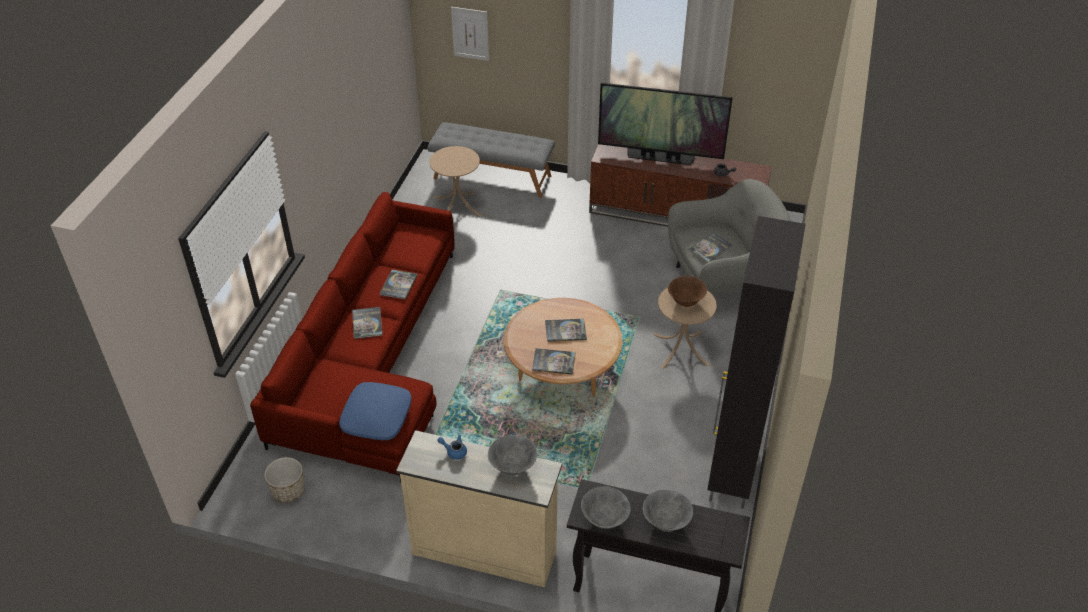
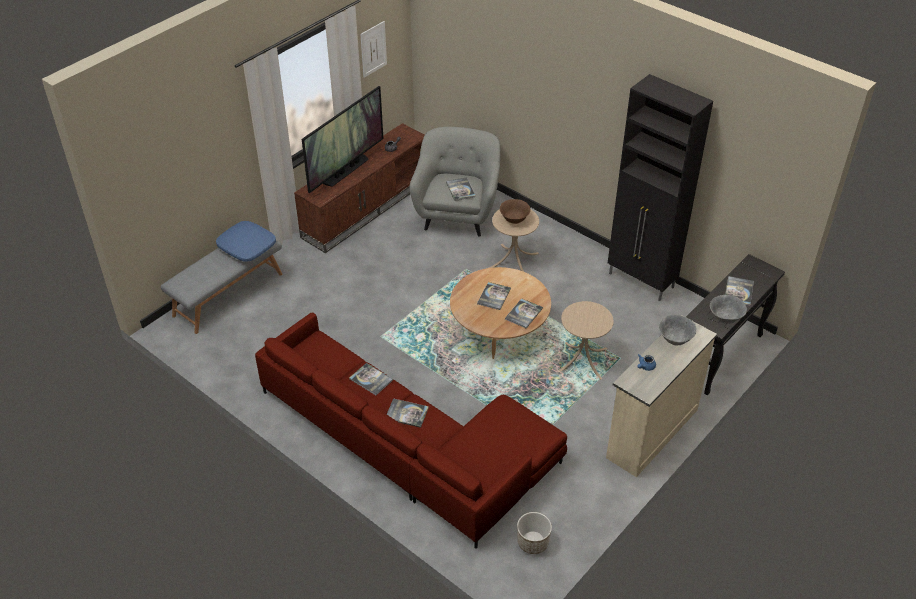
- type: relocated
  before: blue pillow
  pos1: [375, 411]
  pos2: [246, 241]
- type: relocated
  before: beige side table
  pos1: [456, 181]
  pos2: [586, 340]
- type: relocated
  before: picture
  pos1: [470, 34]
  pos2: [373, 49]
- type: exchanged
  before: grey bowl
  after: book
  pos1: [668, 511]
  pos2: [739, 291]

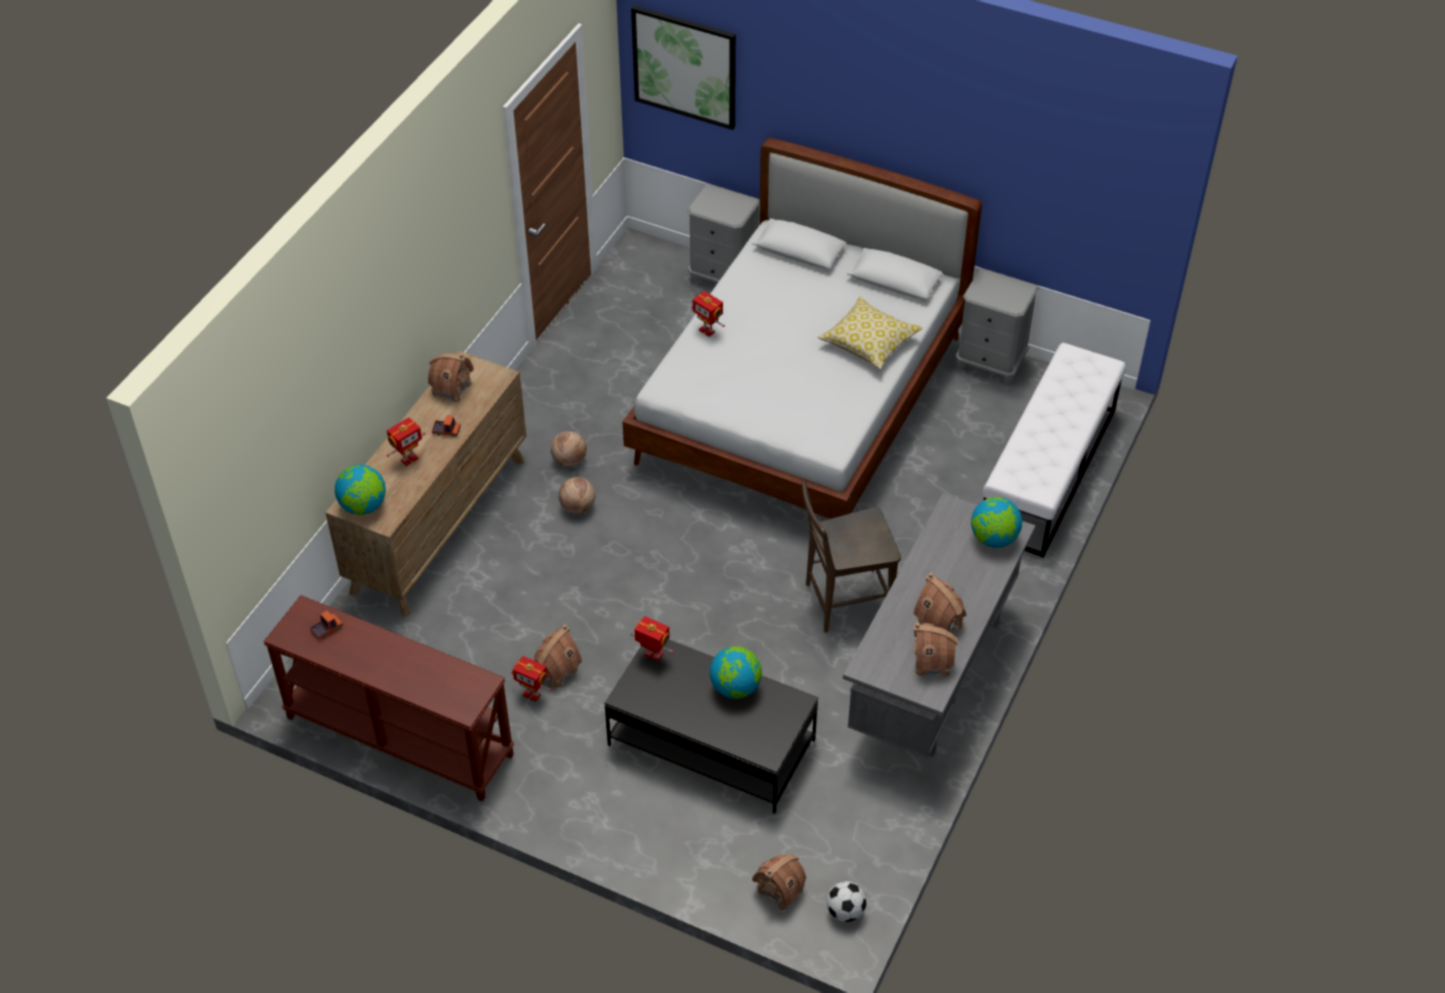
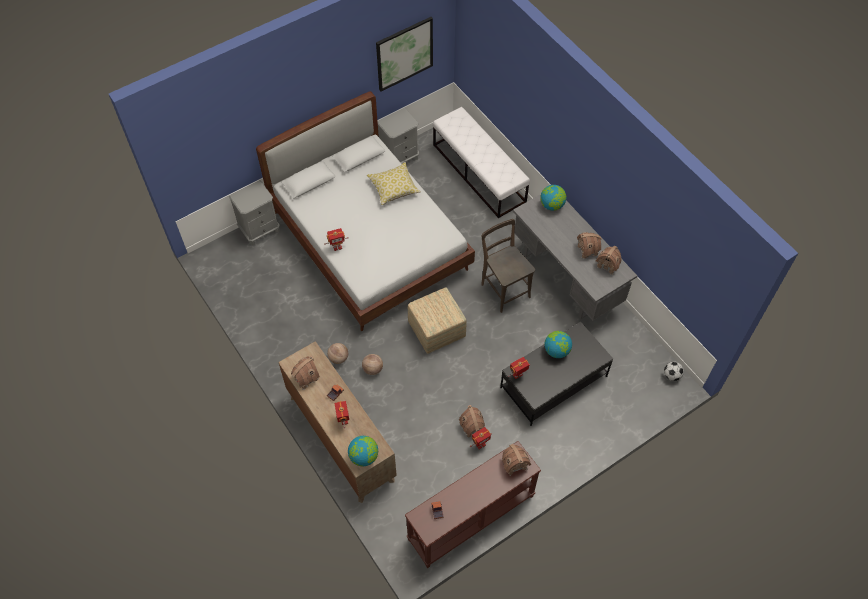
- type: appeared
  after: ottoman
  pos2: [437, 321]
- type: relocated
  before: picture
  pos1: [683, 67]
  pos2: [404, 54]
- type: relocated
  before: toy house
  pos1: [779, 883]
  pos2: [516, 460]
- type: spun
  before: brown chair
  pos1: [851, 557]
  pos2: [508, 266]
  turn: 135

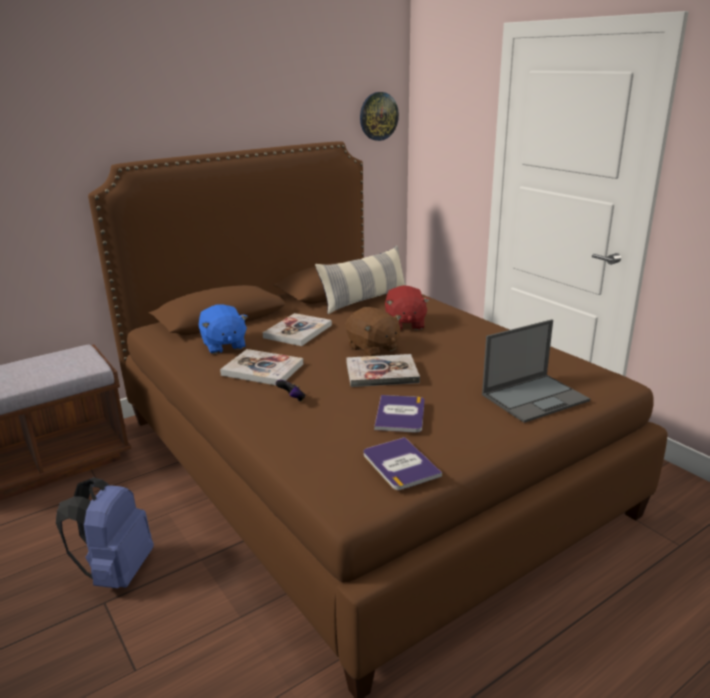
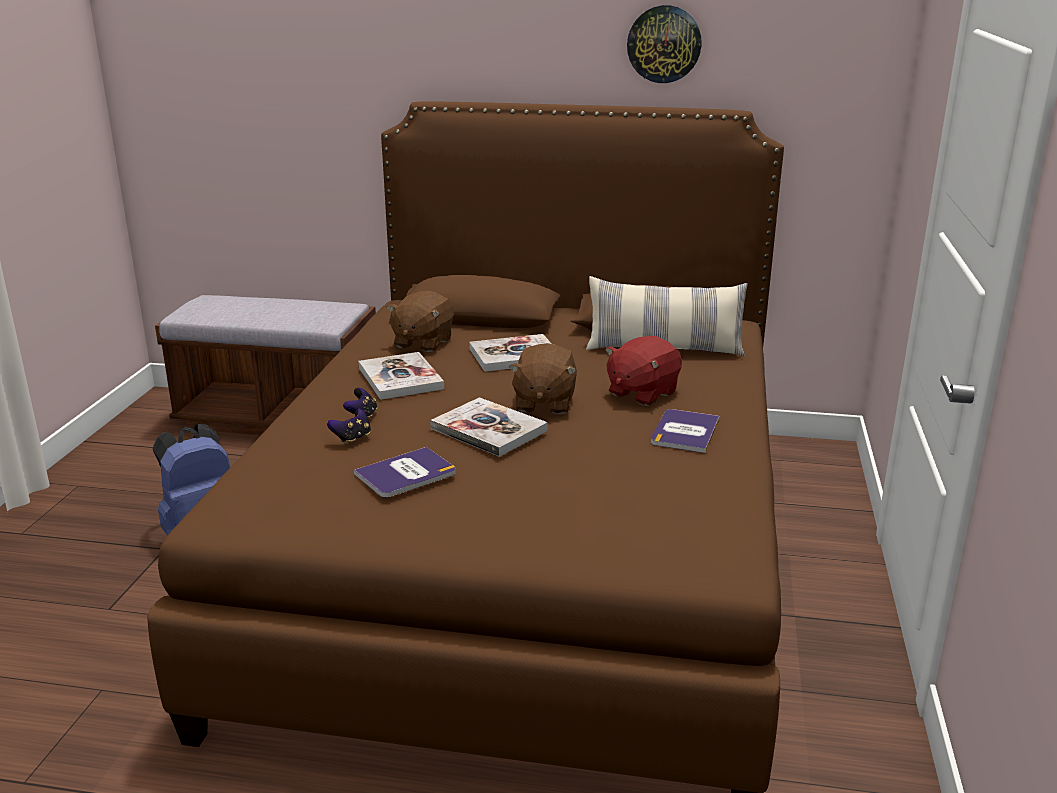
- type: missing
  before: laptop
  pos1: [536, 371]
- type: appeared
  after: game controller
  pos2: [349, 427]
- type: relocated
  before: wall clock
  pos1: [379, 116]
  pos2: [664, 44]
- type: relocated
  before: book
  pos1: [403, 463]
  pos2: [685, 431]
- type: colour
  before: blue plush toy
  after: brown plush toy
  pos1: [223, 329]
  pos2: [420, 321]

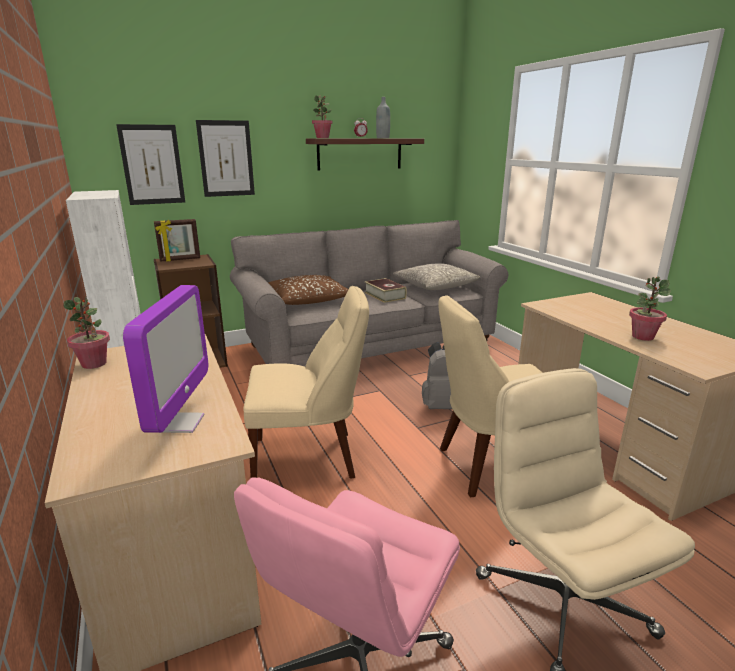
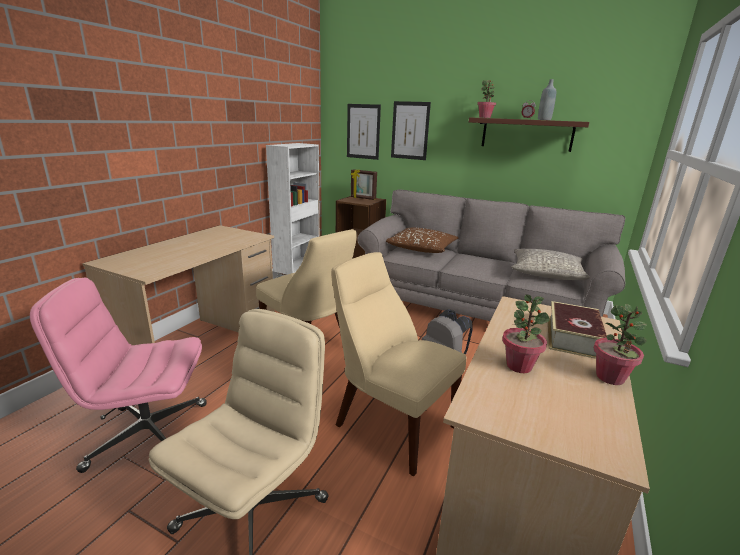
- type: missing
  before: monitor
  pos1: [165, 359]
- type: relocated
  before: potted plant
  pos1: [87, 333]
  pos2: [620, 344]
- type: relocated
  before: book
  pos1: [386, 290]
  pos2: [577, 330]

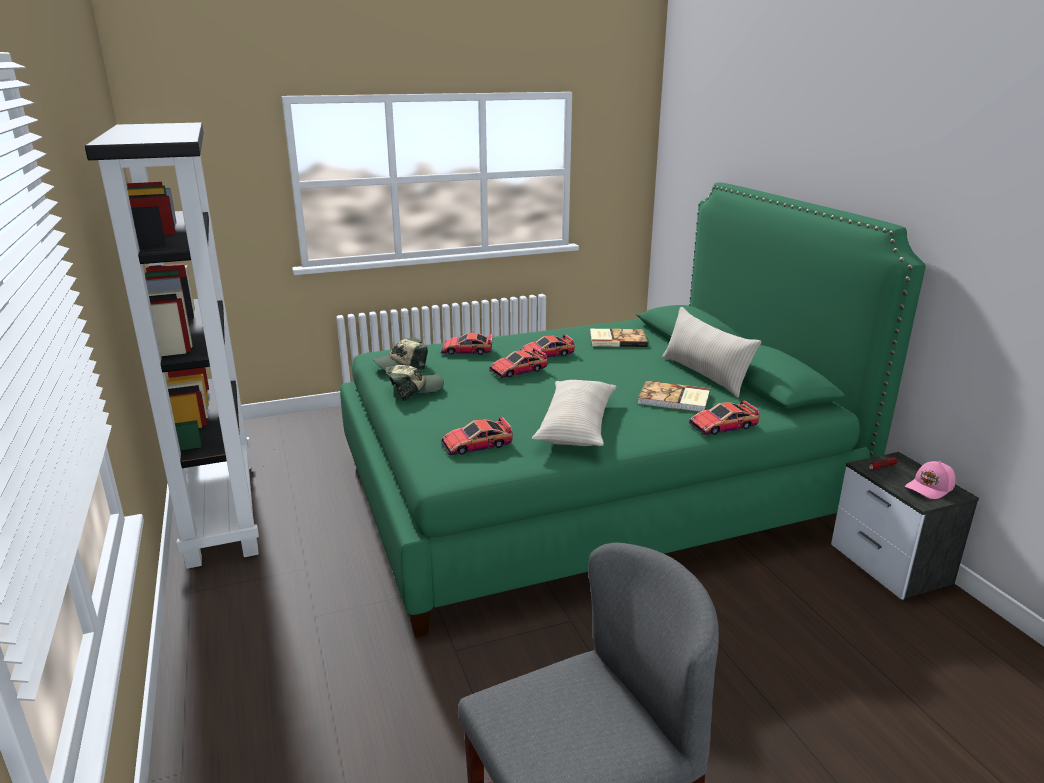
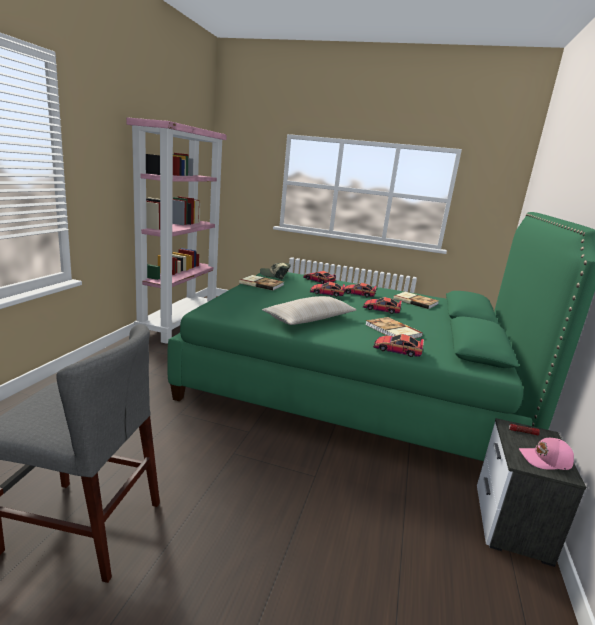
- type: missing
  before: beige pillow
  pos1: [711, 352]
- type: relocated
  before: toy car
  pos1: [477, 436]
  pos2: [382, 305]
- type: exchanged
  before: cap
  after: book
  pos1: [414, 383]
  pos2: [261, 283]
- type: colour
  before: black bookcase
  after: pink bookcase
  pos1: [172, 345]
  pos2: [176, 230]

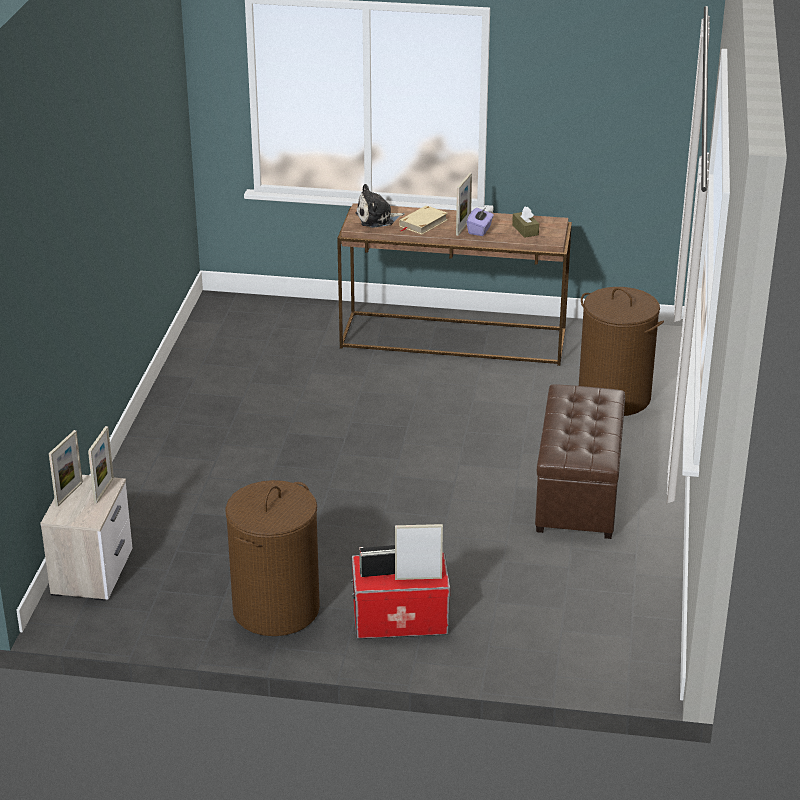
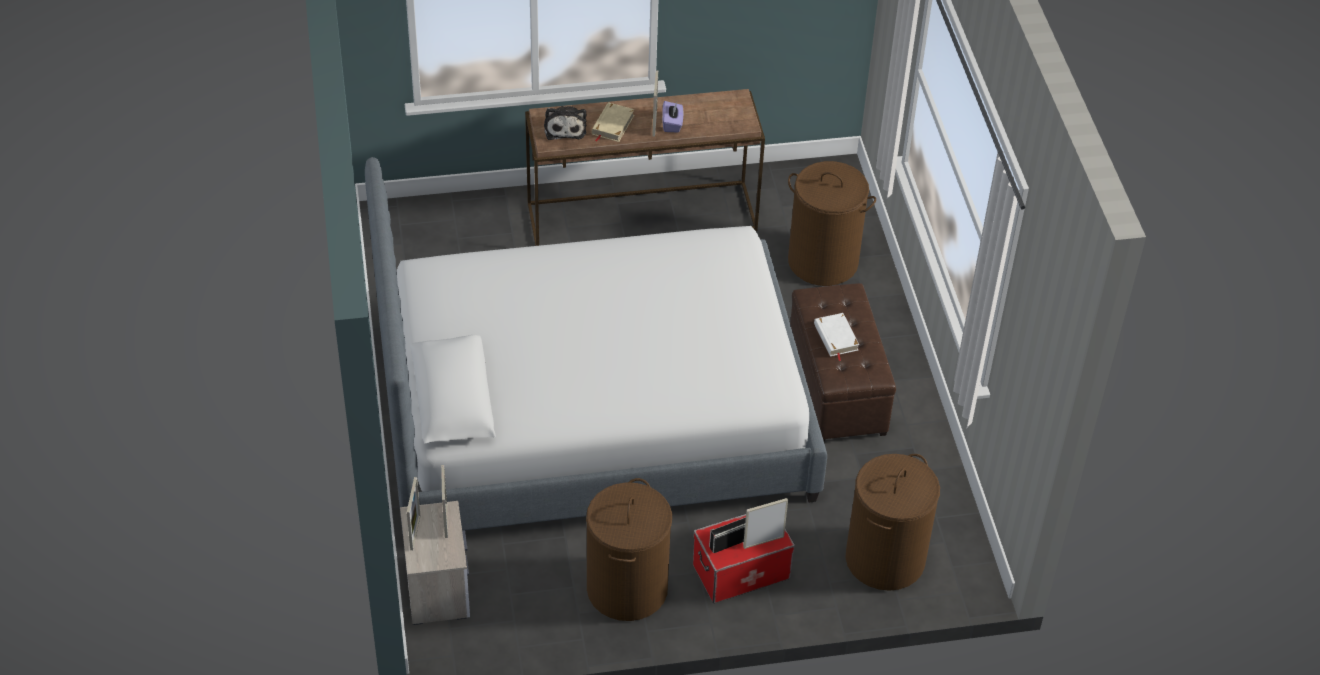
- type: missing
  before: brown tissue box
  pos1: [525, 222]
- type: appeared
  after: bed
  pos2: [596, 345]
- type: appeared
  after: white book
  pos2: [836, 337]
- type: appeared
  after: brown laundry basket
  pos2: [893, 522]
- type: spun
  before: plush toy
  pos1: [380, 206]
  pos2: [565, 123]
  turn: -60

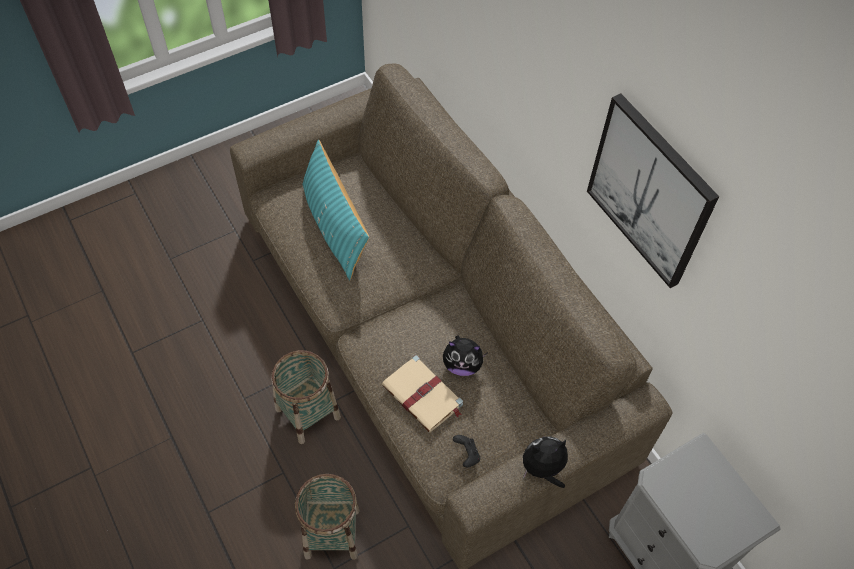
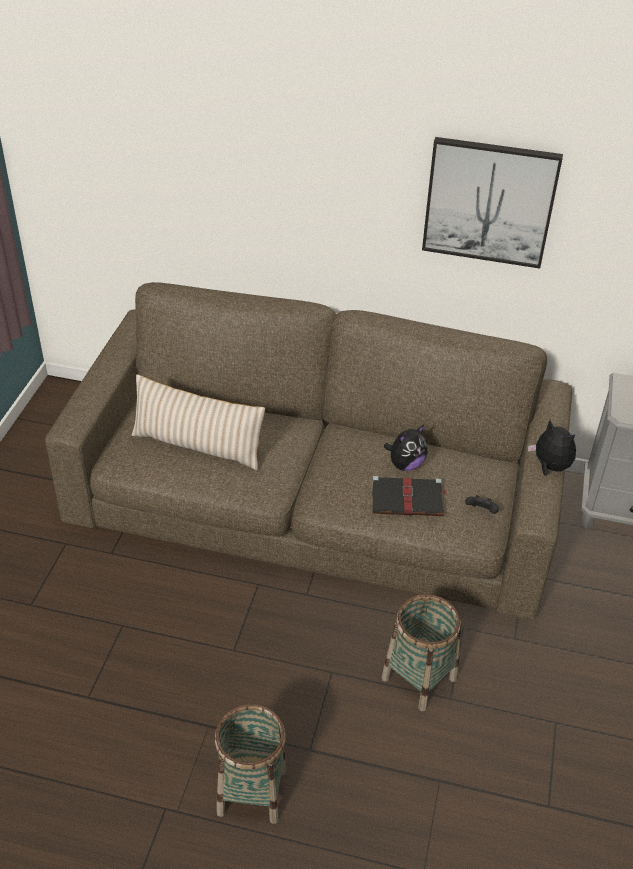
- type: relocated
  before: basket
  pos1: [306, 397]
  pos2: [251, 764]
- type: colour
  before: turquoise pillow
  after: beige pillow
  pos1: [336, 210]
  pos2: [198, 422]
- type: colour
  before: beige book
  after: black book
  pos1: [422, 394]
  pos2: [409, 496]
- type: spun
  before: plush toy
  pos1: [545, 462]
  pos2: [552, 447]
  turn: 105

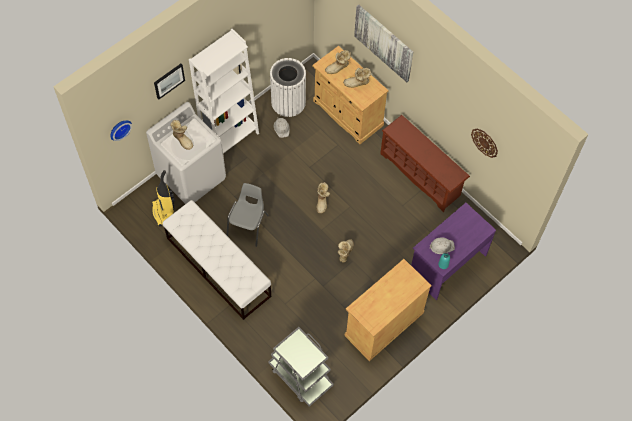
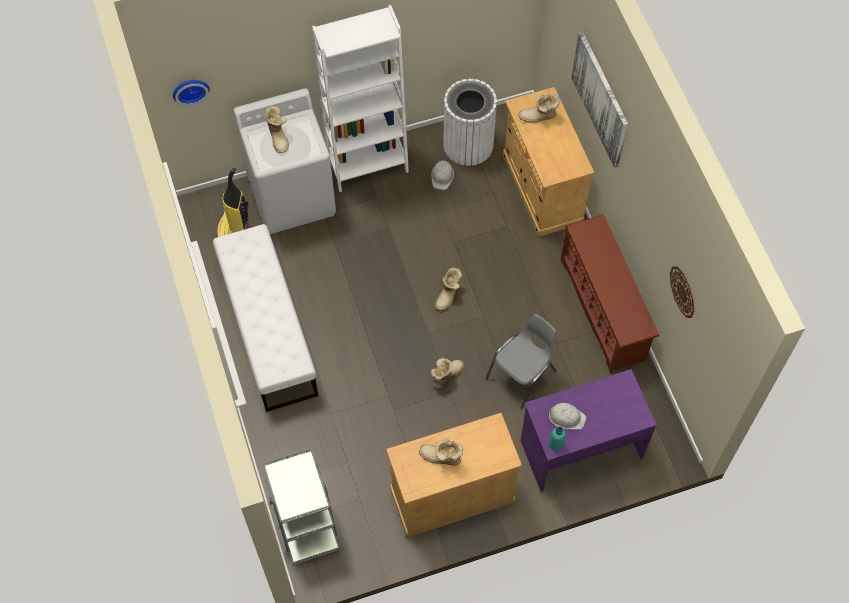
- type: missing
  before: picture
  pos1: [169, 82]
- type: relocated
  before: grey chair
  pos1: [248, 215]
  pos2: [521, 361]
- type: relocated
  before: boot
  pos1: [357, 78]
  pos2: [441, 452]

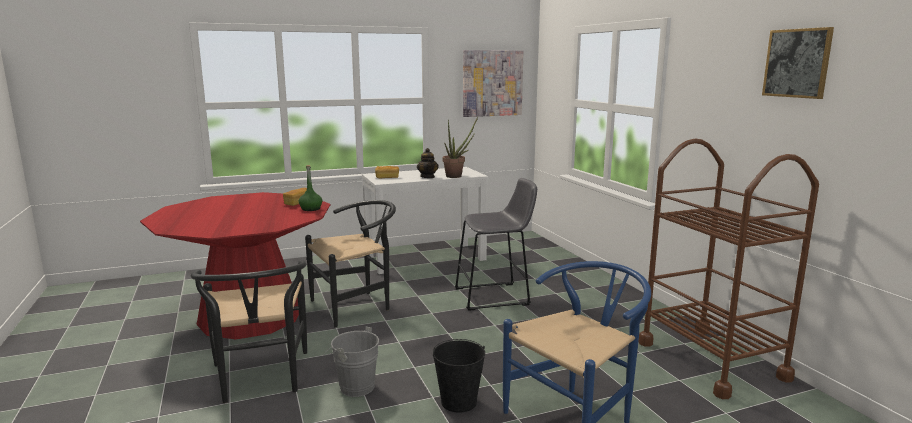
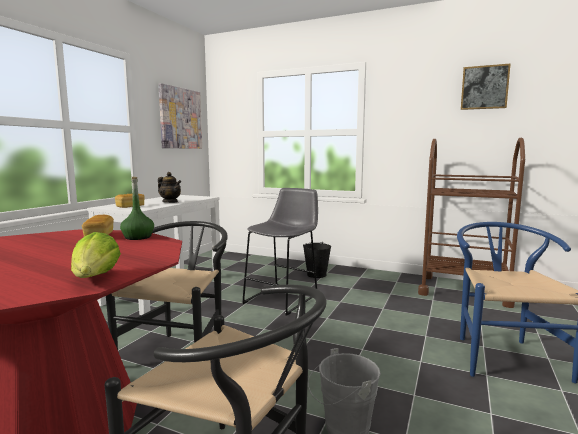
- type: missing
  before: potted plant
  pos1: [460, 147]
- type: appeared
  after: lettuce
  pos2: [96, 255]
- type: relocated
  before: black bucket
  pos1: [459, 376]
  pos2: [317, 260]

